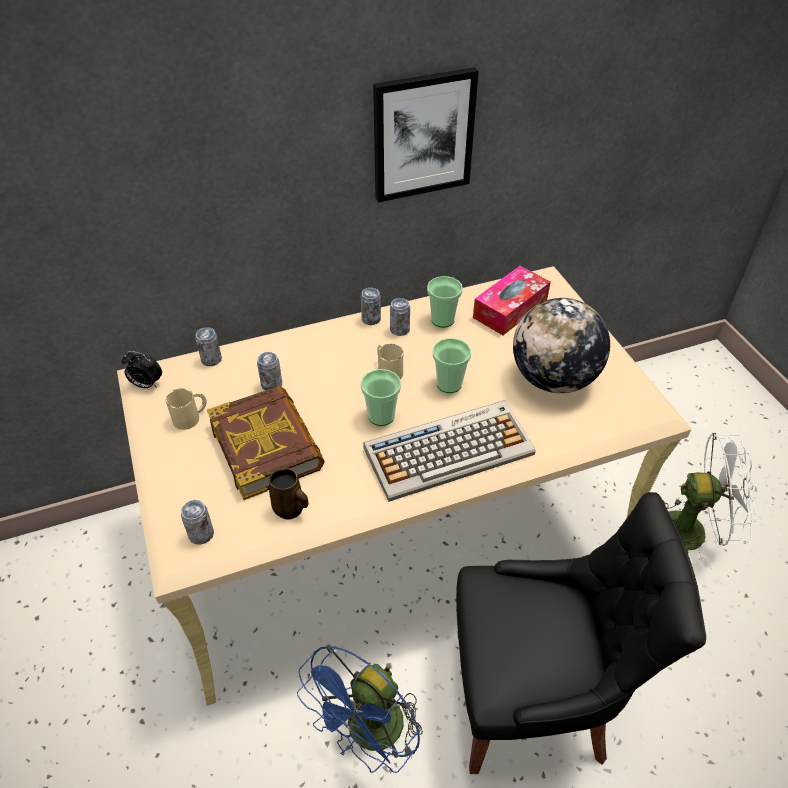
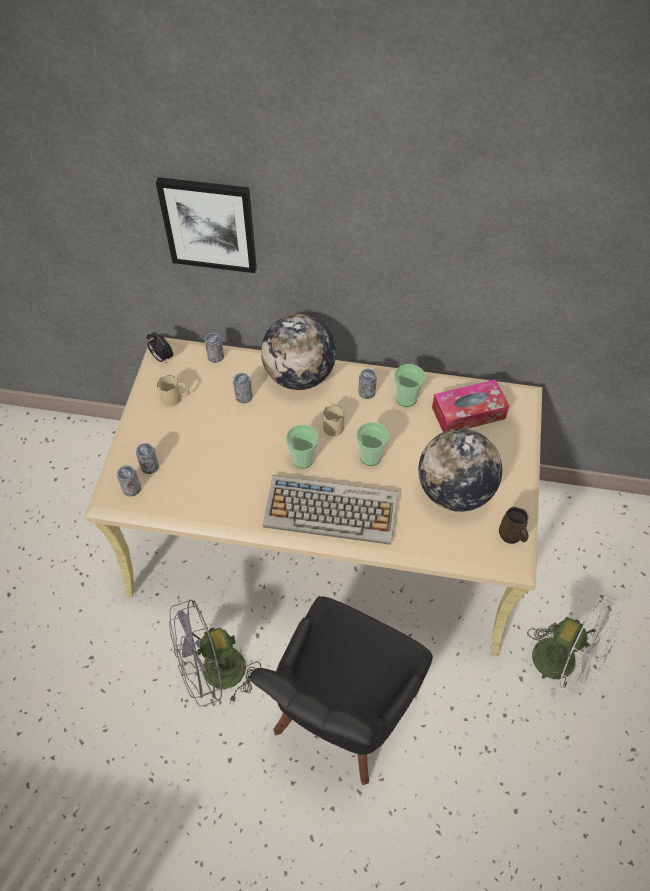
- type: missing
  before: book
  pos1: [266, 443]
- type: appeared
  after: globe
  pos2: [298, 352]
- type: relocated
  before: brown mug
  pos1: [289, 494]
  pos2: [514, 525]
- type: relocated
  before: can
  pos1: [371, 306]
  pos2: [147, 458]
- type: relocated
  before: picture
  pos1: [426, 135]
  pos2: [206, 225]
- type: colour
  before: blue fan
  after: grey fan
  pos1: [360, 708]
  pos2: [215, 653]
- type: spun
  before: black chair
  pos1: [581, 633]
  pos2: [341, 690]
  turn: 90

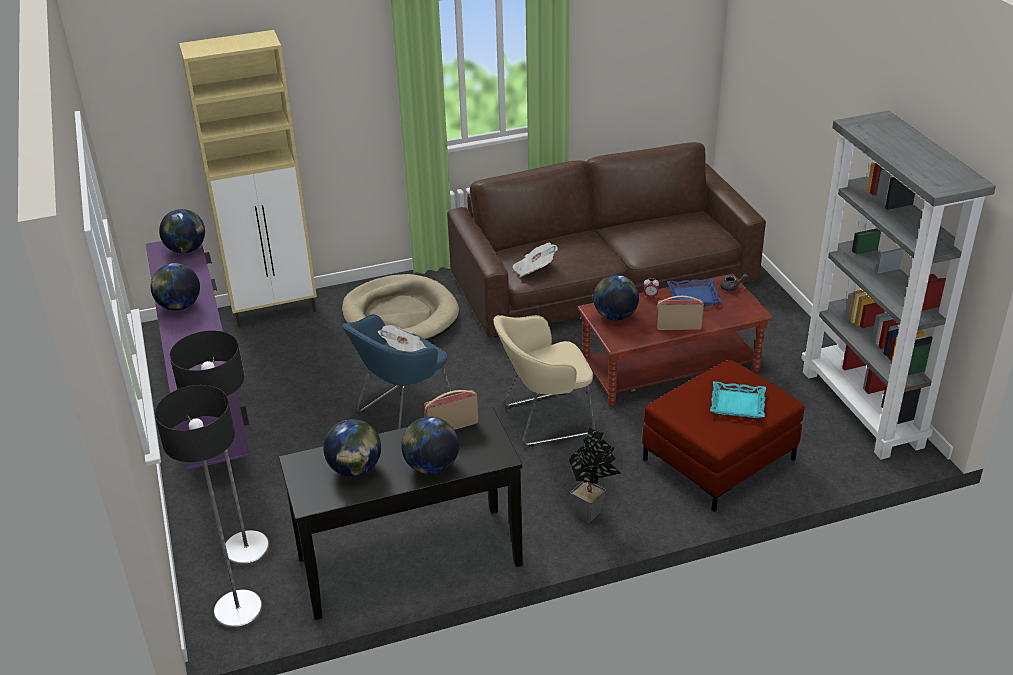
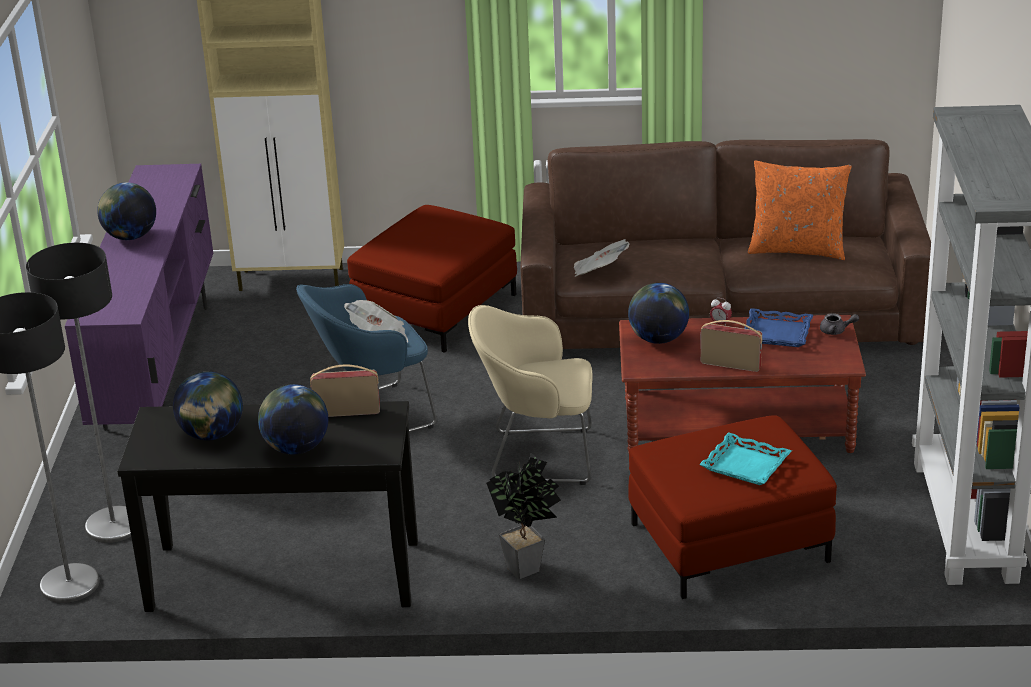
- type: missing
  before: globe
  pos1: [182, 231]
- type: appeared
  after: orange pillow
  pos2: [800, 210]
- type: exchanged
  before: beige dog bed
  after: red ottoman
  pos1: [400, 307]
  pos2: [432, 279]

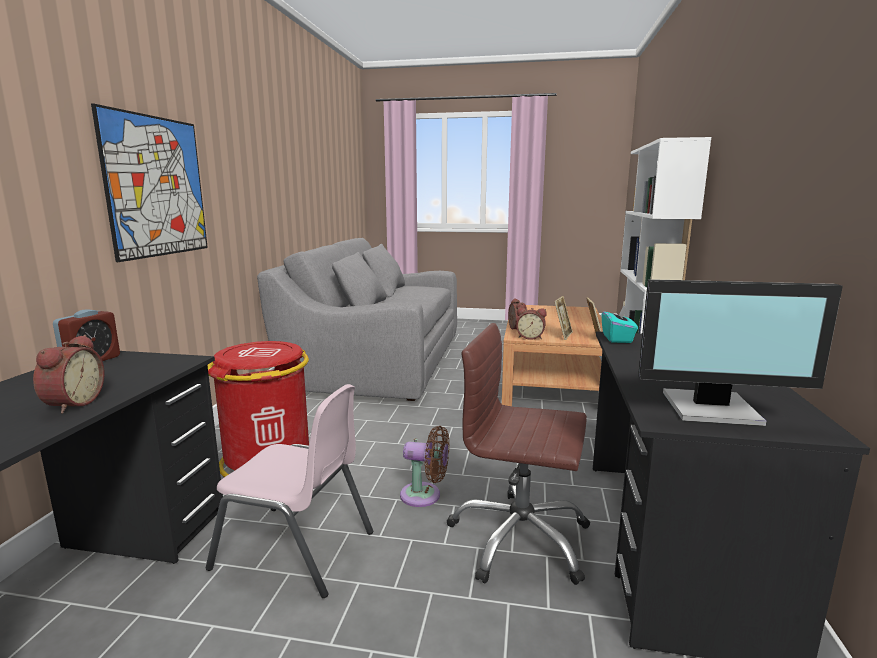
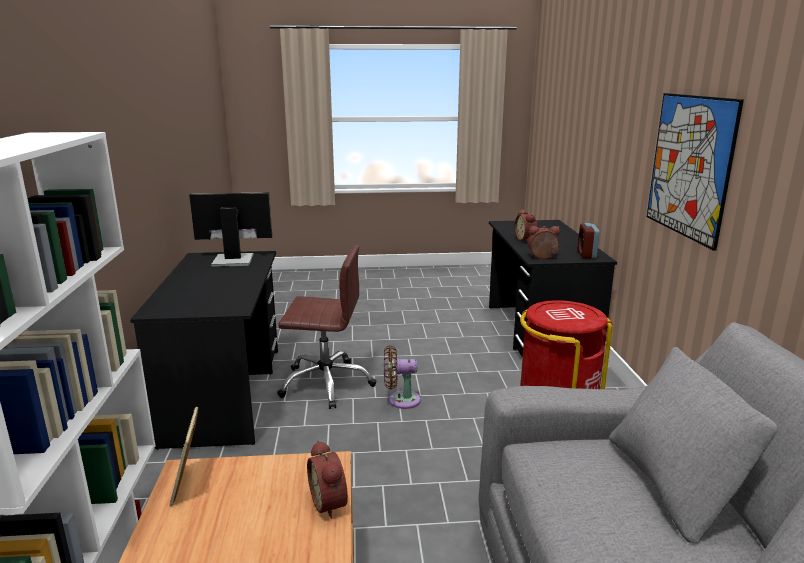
- type: missing
  before: pink chair
  pos1: [289, 491]
- type: missing
  before: picture frame
  pos1: [563, 318]
- type: missing
  before: turquoise tissue box
  pos1: [620, 324]
- type: relocated
  before: alarm clock
  pos1: [531, 323]
  pos2: [544, 242]

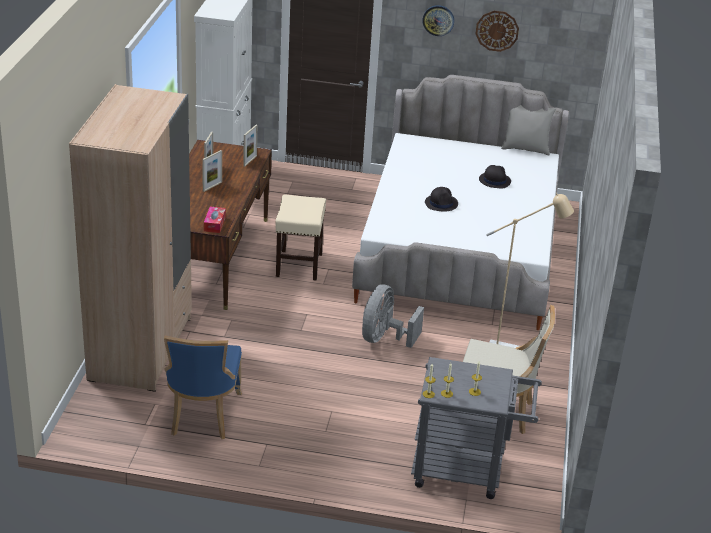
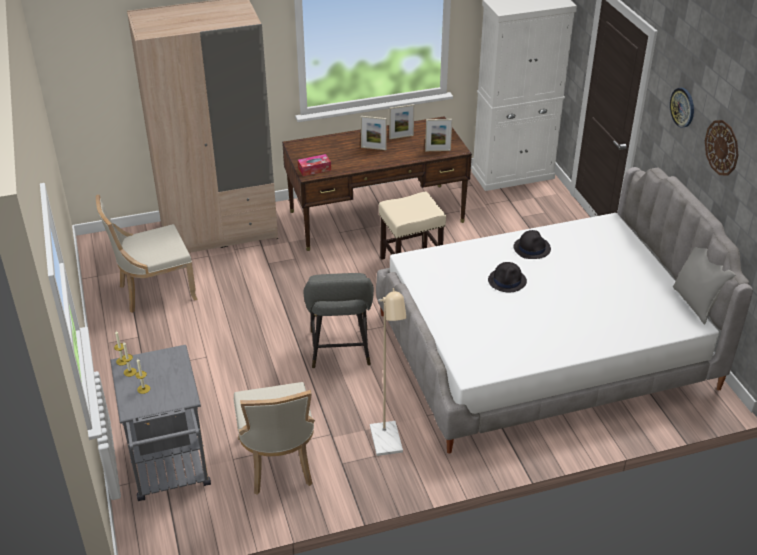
- type: relocated
  before: black hat
  pos1: [495, 177]
  pos2: [532, 244]
- type: exchanged
  before: grey fan
  after: grey stool
  pos1: [393, 316]
  pos2: [339, 320]
- type: colour
  before: blue chair
  after: beige chair
  pos1: [203, 387]
  pos2: [147, 254]

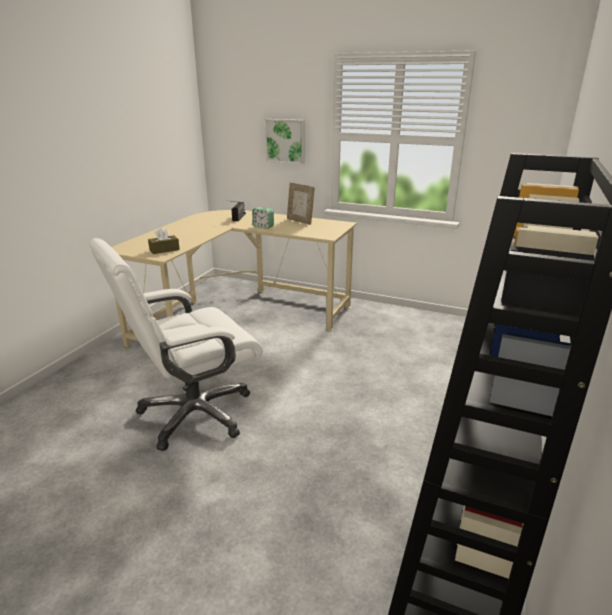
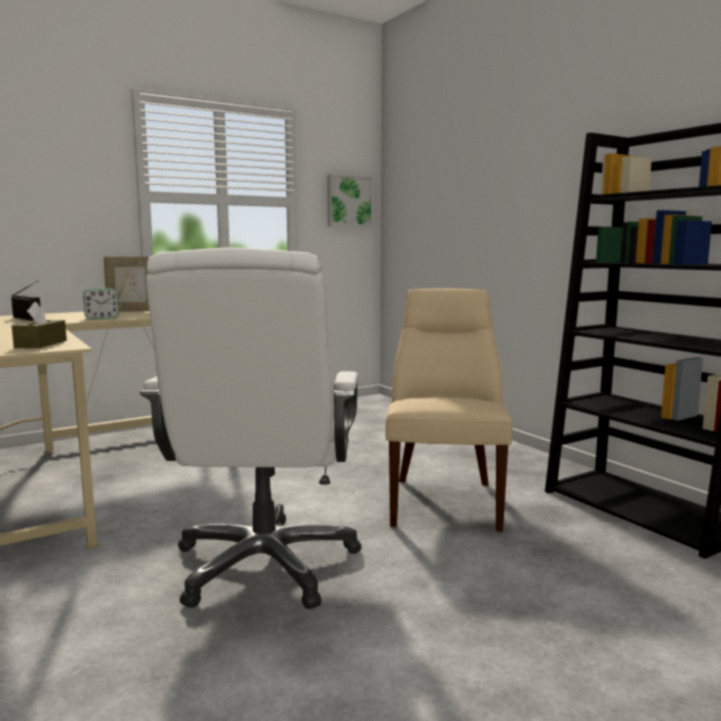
- type: appeared
  after: beige chair
  pos2: [449, 410]
- type: relocated
  before: picture
  pos1: [285, 141]
  pos2: [350, 200]

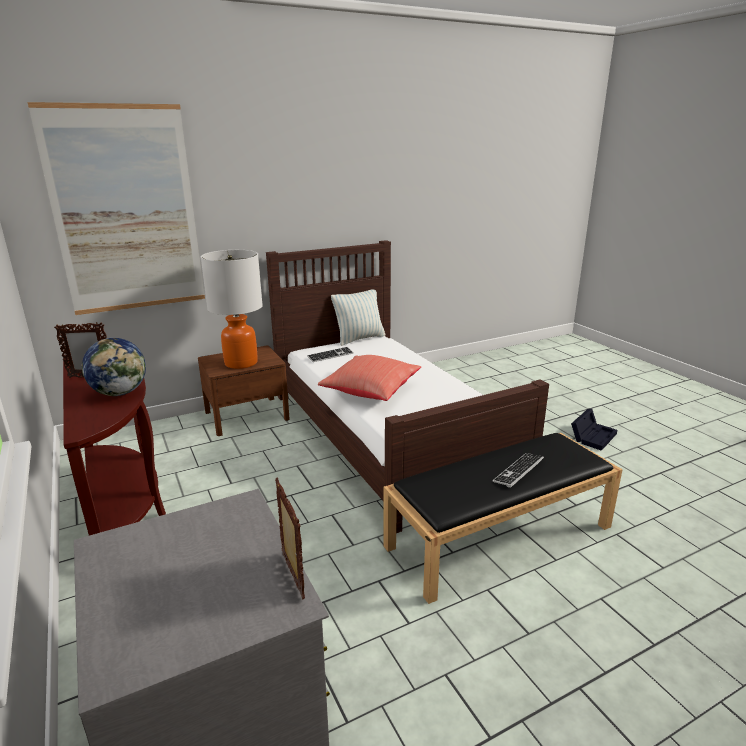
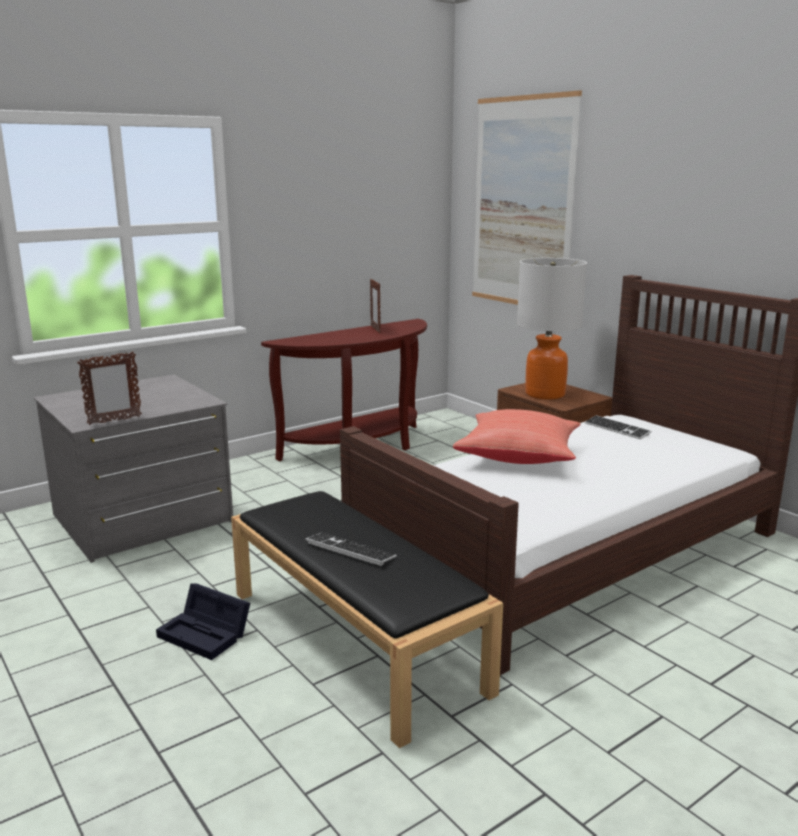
- type: missing
  before: globe
  pos1: [113, 367]
- type: missing
  before: pillow
  pos1: [358, 318]
- type: relocated
  before: black storage box
  pos1: [594, 430]
  pos2: [203, 621]

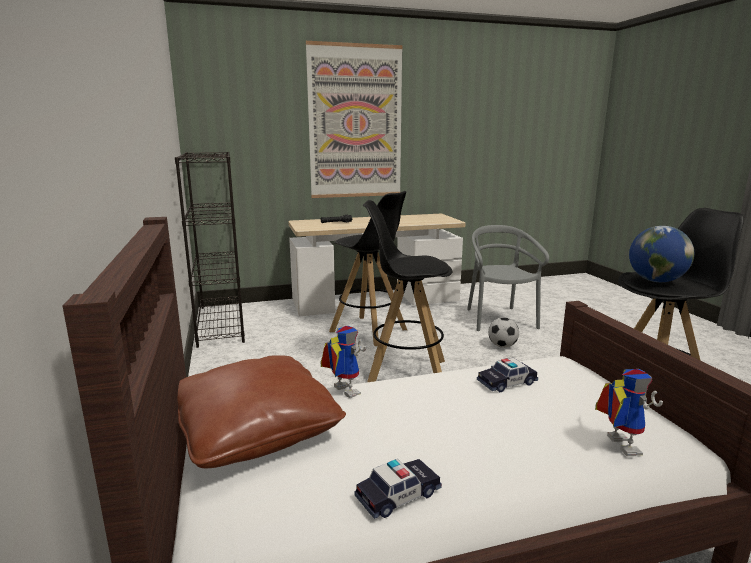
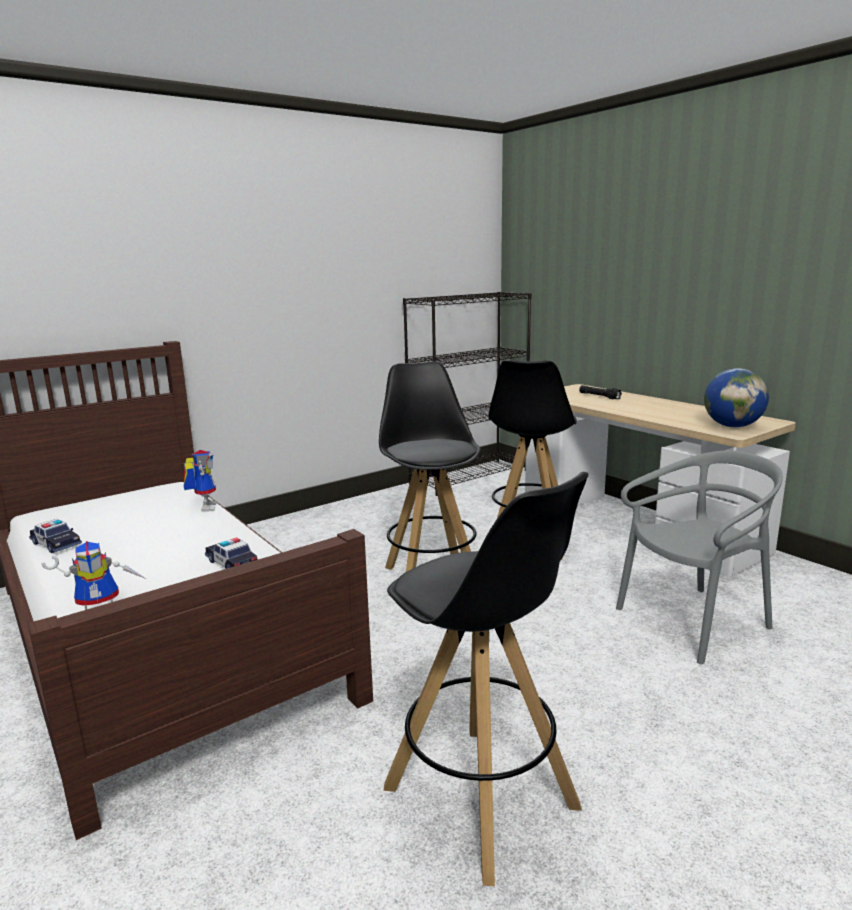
- type: missing
  before: brown pillow
  pos1: [262, 411]
- type: missing
  before: picture
  pos1: [354, 119]
- type: missing
  before: football
  pos1: [503, 333]
- type: relocated
  before: globe
  pos1: [661, 254]
  pos2: [736, 397]
- type: spun
  before: toy robot
  pos1: [343, 362]
  pos2: [200, 481]
  turn: -45

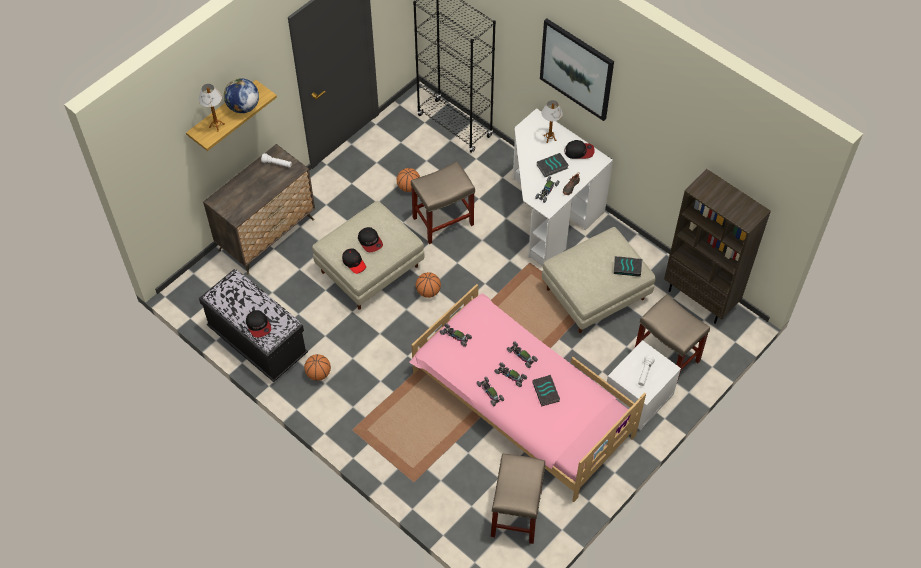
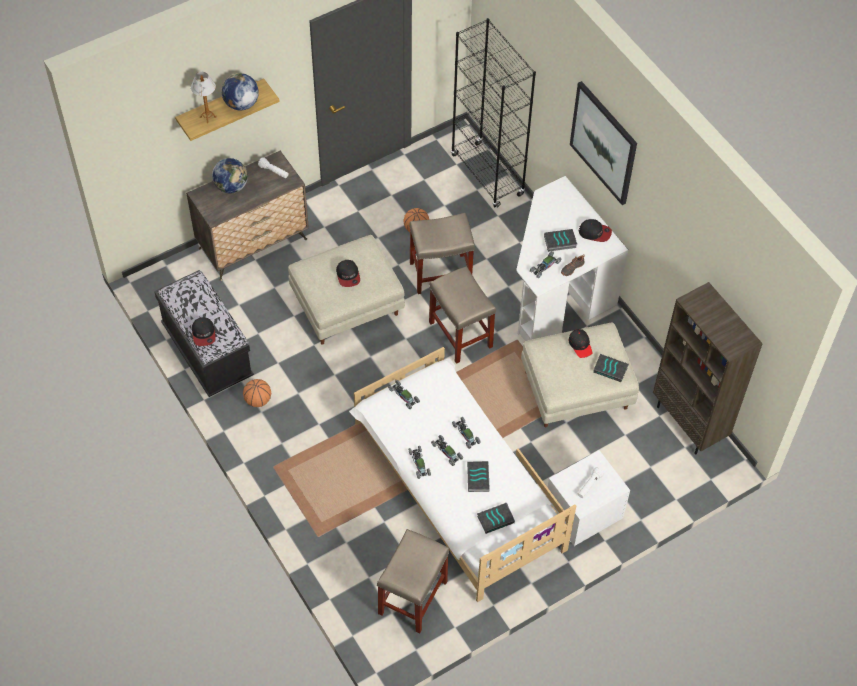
- type: missing
  before: basketball
  pos1: [428, 285]
- type: missing
  before: table lamp
  pos1: [552, 121]
- type: appeared
  after: globe
  pos2: [230, 175]
- type: appeared
  after: book
  pos2: [496, 518]
- type: relocated
  before: black cap
  pos1: [354, 261]
  pos2: [580, 343]
- type: relocated
  before: beige stool
  pos1: [672, 338]
  pos2: [462, 315]
- type: colour
  before: pink bed
  after: white bed
  pos1: [527, 393]
  pos2: [462, 474]

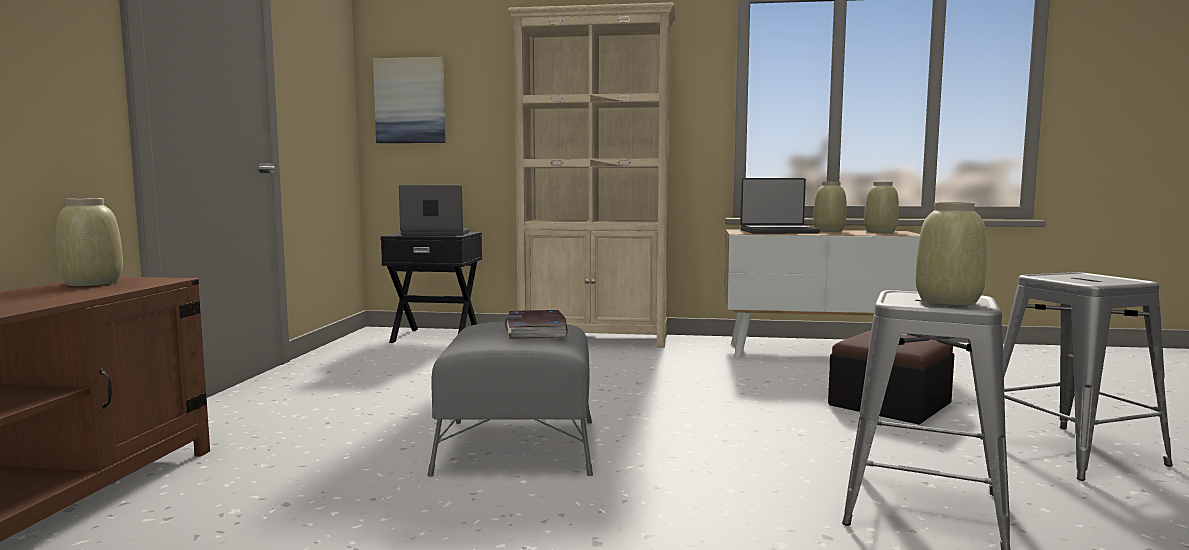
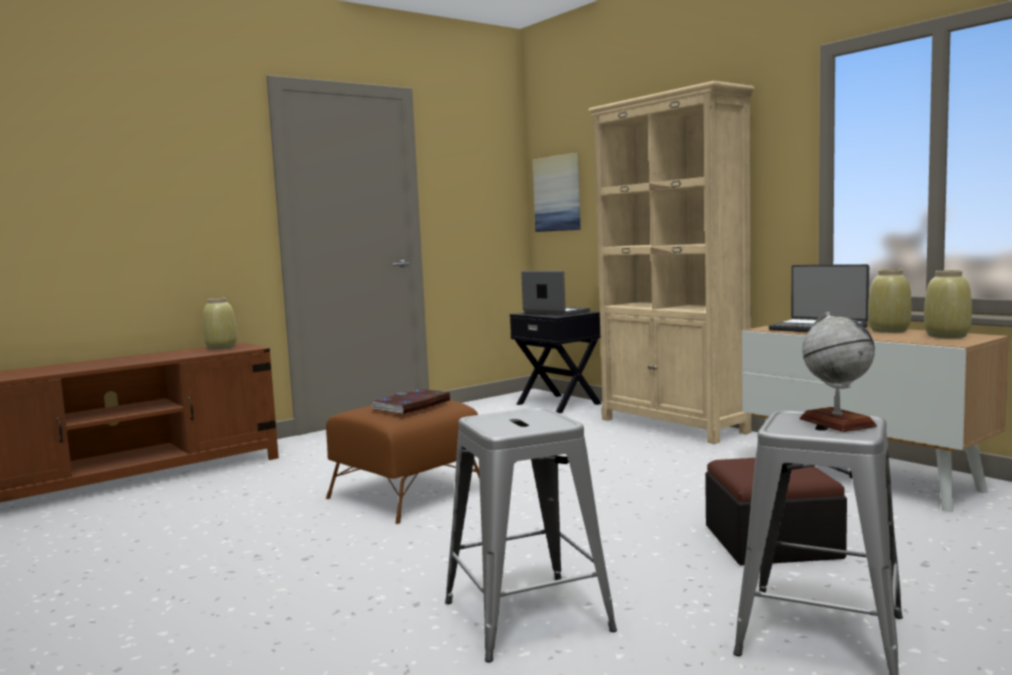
- type: missing
  before: beige vase
  pos1: [951, 253]
- type: appeared
  after: globe
  pos2: [838, 372]
- type: colour
  before: grey ottoman
  after: brown ottoman
  pos1: [510, 399]
  pos2: [402, 462]

